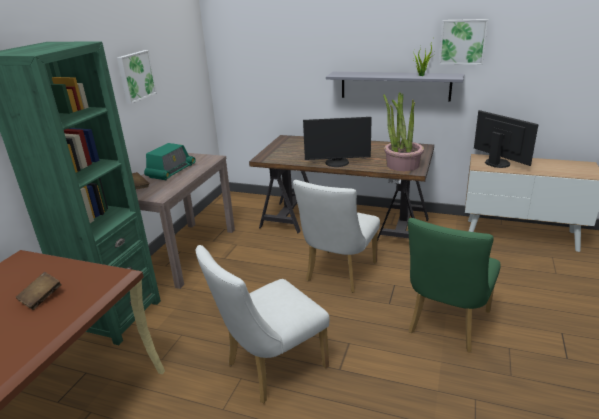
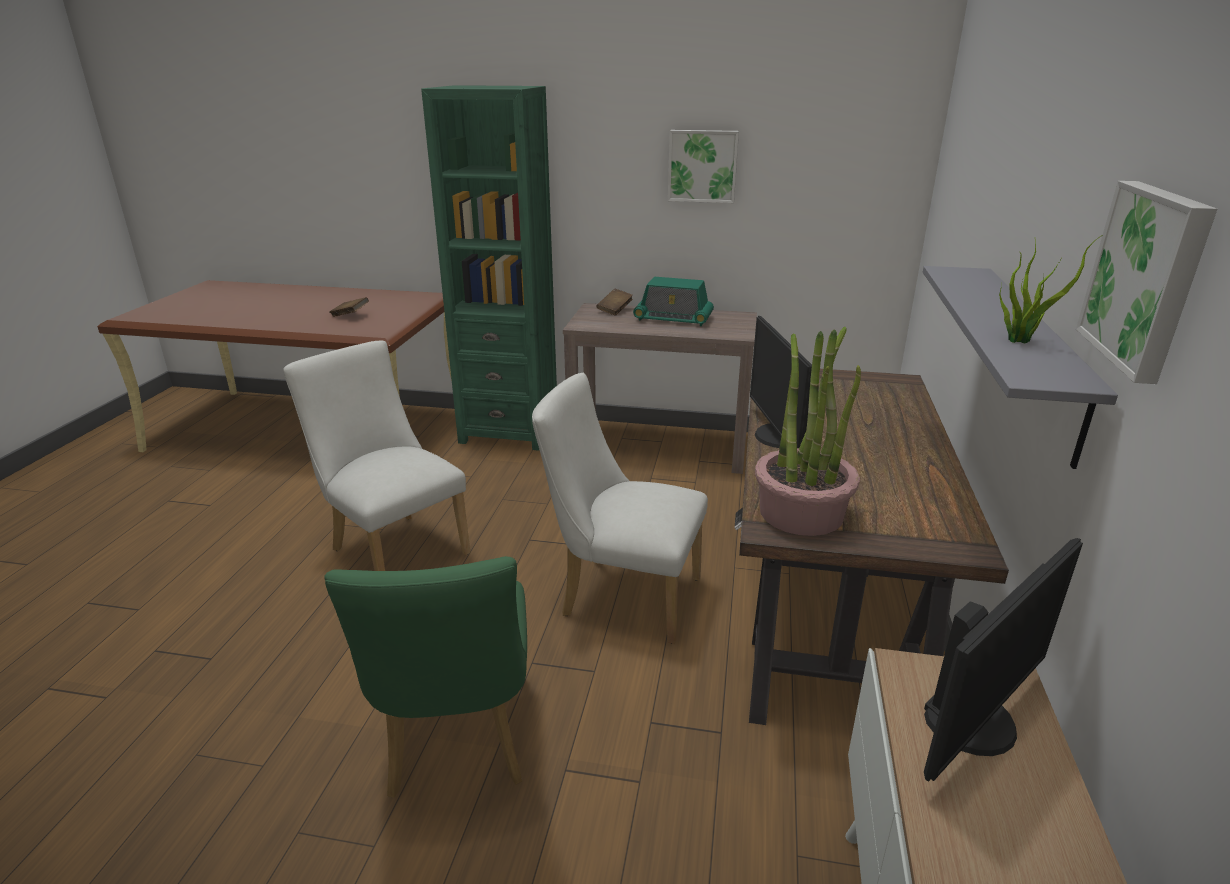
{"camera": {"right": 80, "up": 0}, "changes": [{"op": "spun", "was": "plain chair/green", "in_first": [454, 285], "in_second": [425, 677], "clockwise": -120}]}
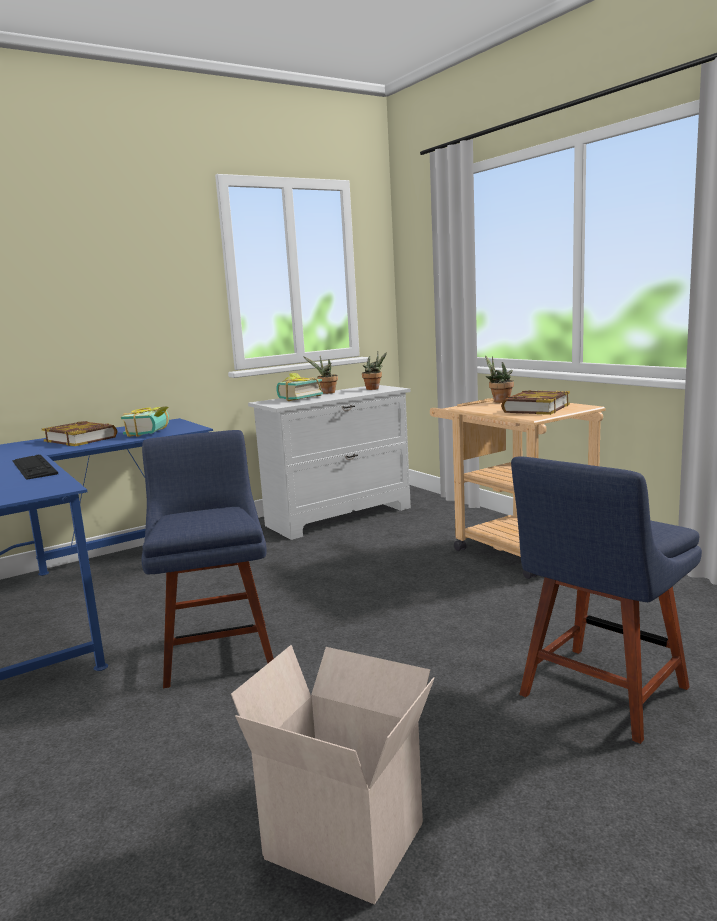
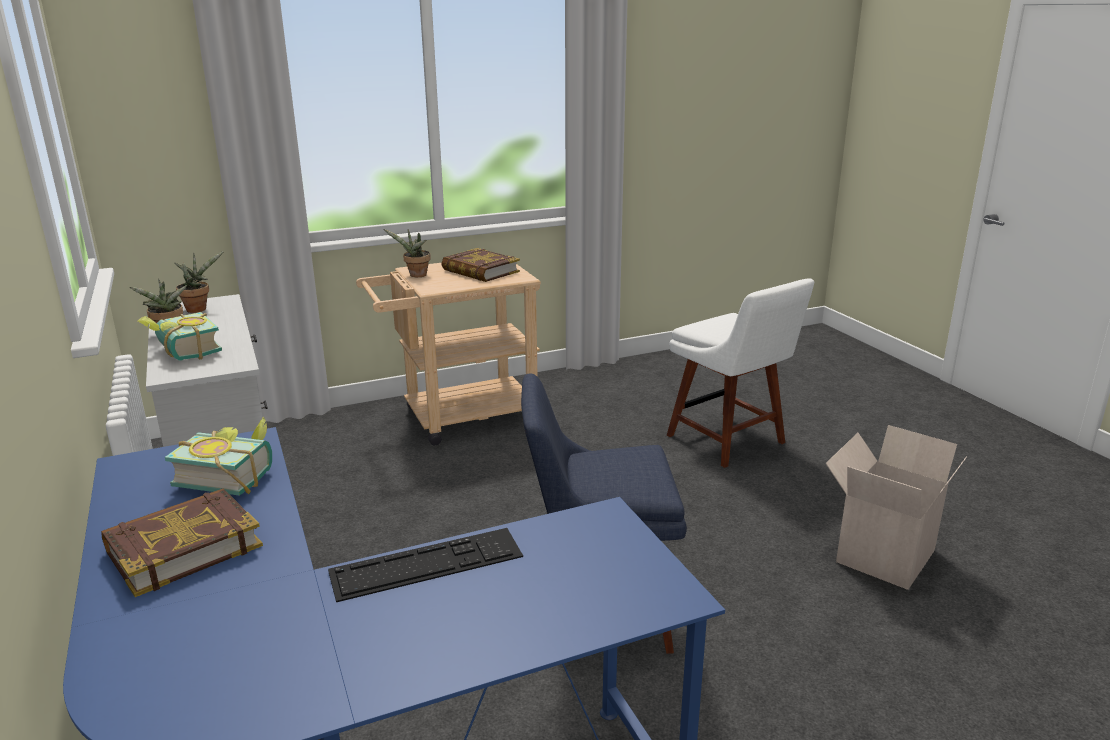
{"camera": {"right": -80, "up": 10}, "changes": [{"op": "colour", "was": "plain chair/blue", "now": "plain chair/white", "in_first": [606, 600], "in_second": [740, 373]}]}
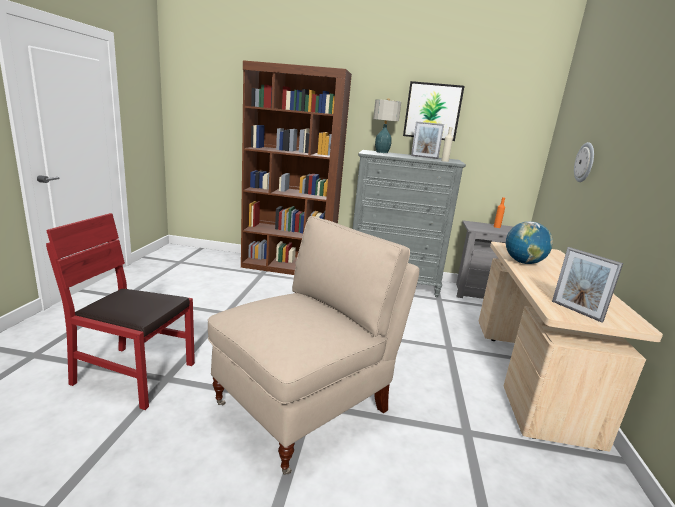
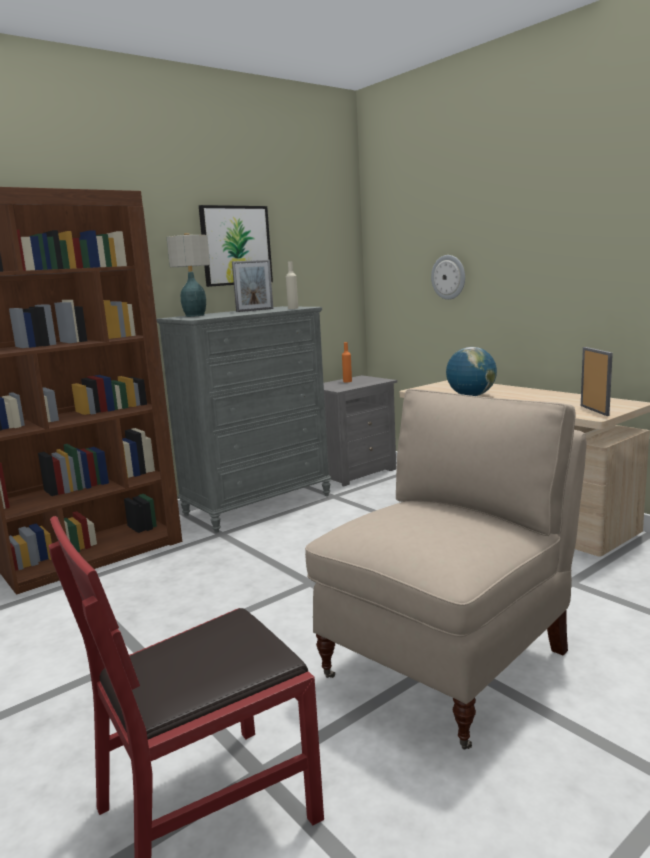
{"camera": {"right": -45, "up": -5}, "changes": [{"op": "spun", "was": "plain chair/sand-coloured", "in_first": [314, 345], "in_second": [446, 569], "clockwise": 45}, {"op": "spun", "was": "photo frame", "in_first": [587, 285], "in_second": [597, 381], "clockwise": -105}]}
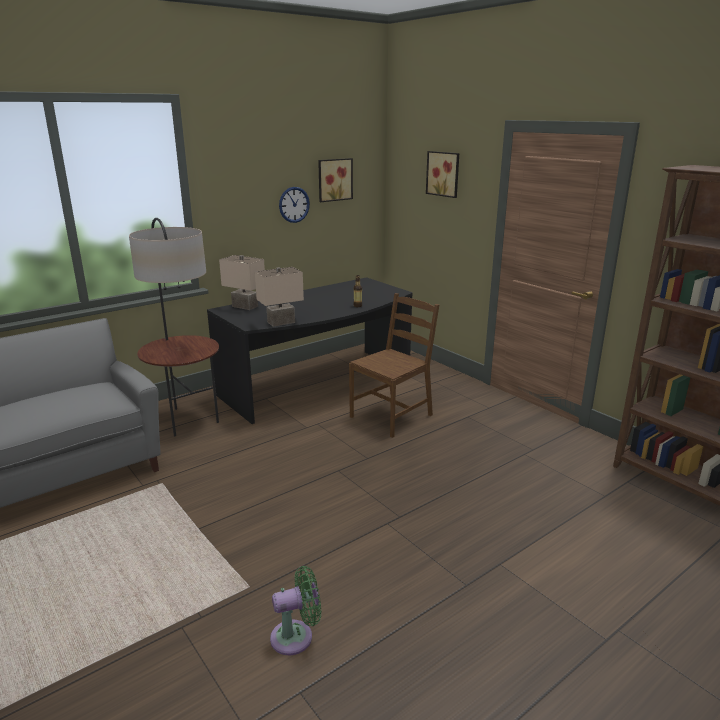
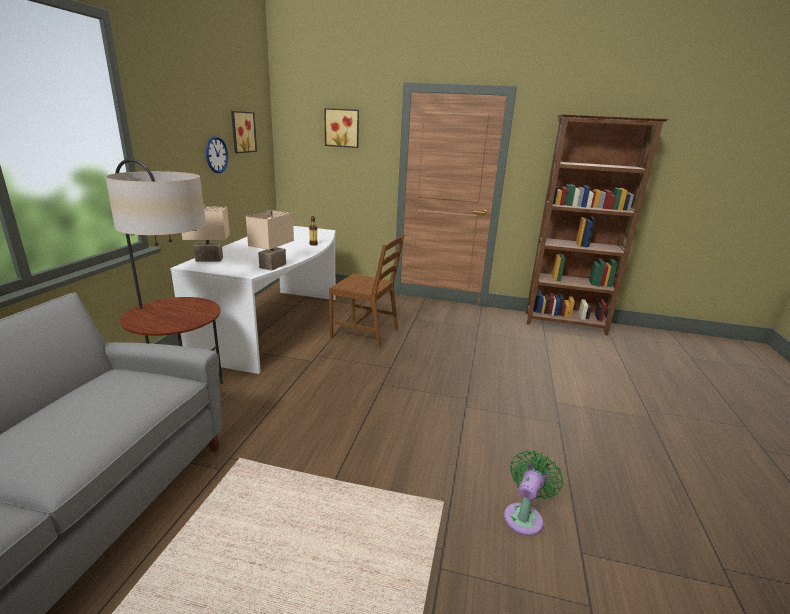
{"camera": {"right": -40, "up": 0}, "changes": [{"op": "colour", "was": "desk/black", "now": "desk/white", "in_first": [310, 350], "in_second": [252, 300]}, {"op": "spun", "was": "plain chair/brown-coloured", "in_first": [394, 365], "in_second": [367, 291], "clockwise": 105}]}
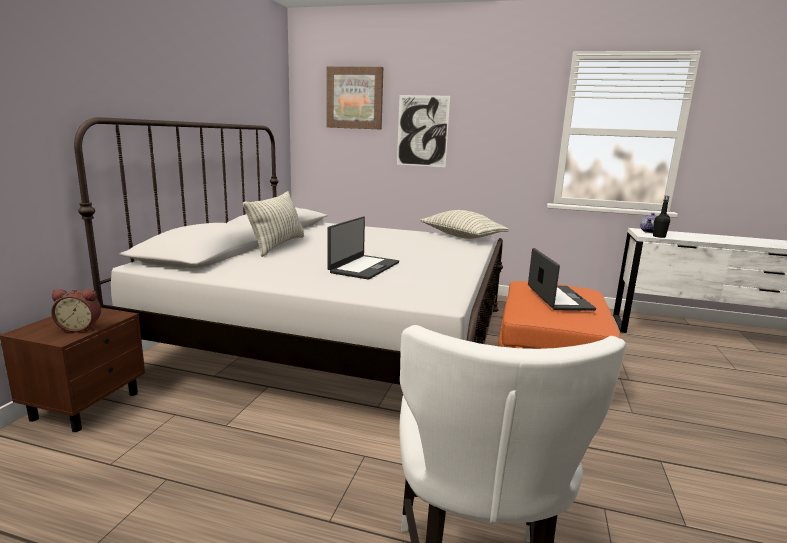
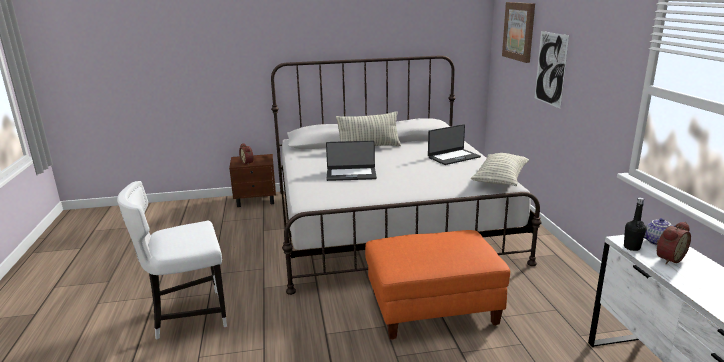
{"camera": {"right": 65, "up": 5}, "changes": [{"op": "appeared", "now": "table clock", "in_second": [674, 243]}, {"op": "relocated", "was": "portable computer", "in_first": [562, 279], "in_second": [454, 144]}]}
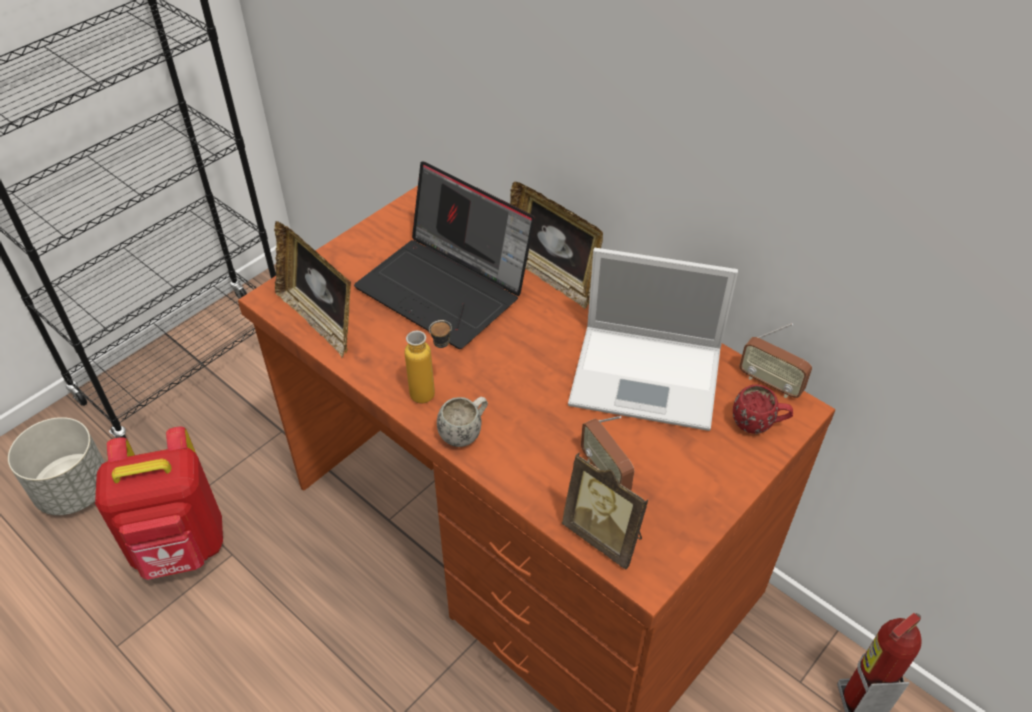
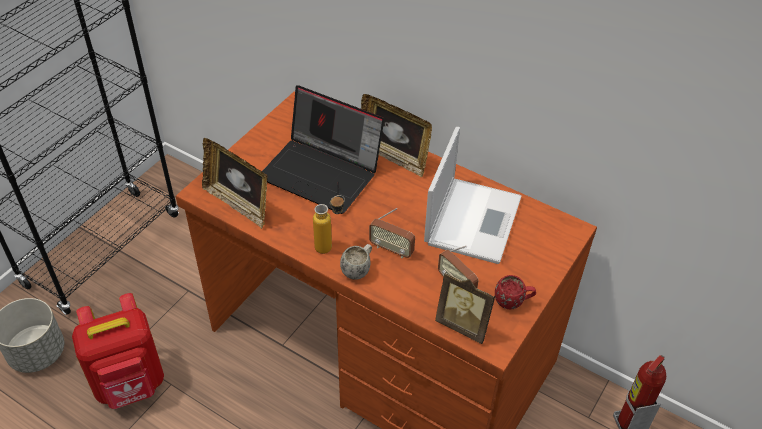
{"camera": {"right": -10, "up": 0}, "changes": [{"op": "relocated", "was": "tea mug/red-coloured", "in_first": [763, 409], "in_second": [515, 292]}, {"op": "relocated", "was": "radio receiver", "in_first": [775, 360], "in_second": [392, 233]}, {"op": "spun", "was": "portable computer", "in_first": [653, 339], "in_second": [473, 195], "clockwise": -75}]}
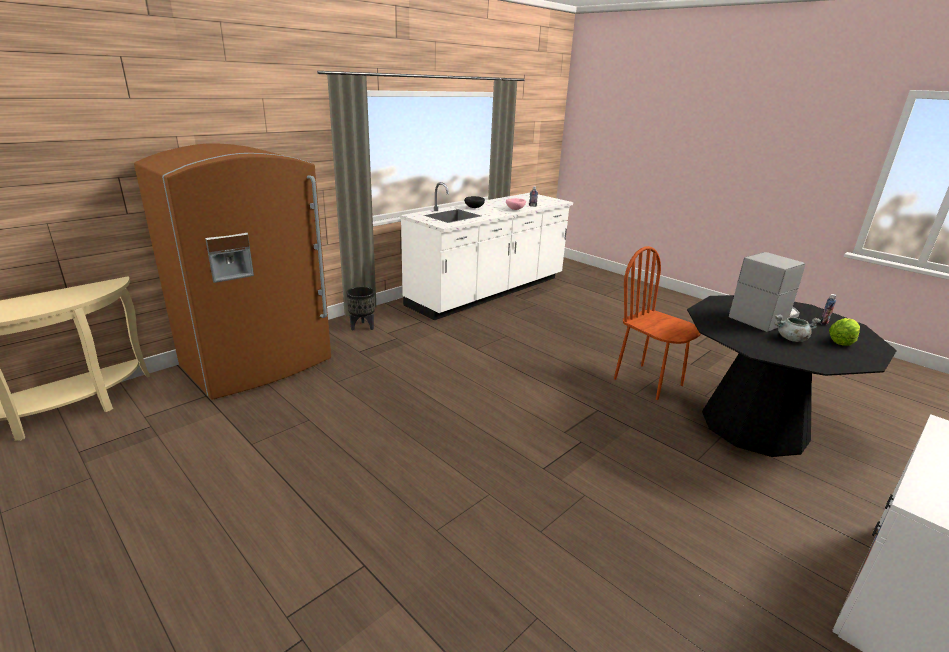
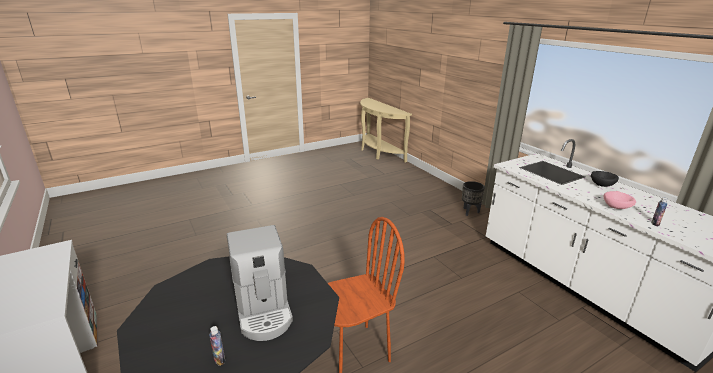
{"camera": {"right": 105, "up": 0}, "changes": [{"op": "missing", "was": "fridge/brown-coloured", "in_first": [232, 271]}, {"op": "missing", "was": "cooking pot/grey", "in_first": [797, 328]}, {"op": "missing", "was": "head of lettuce", "in_first": [844, 332]}]}
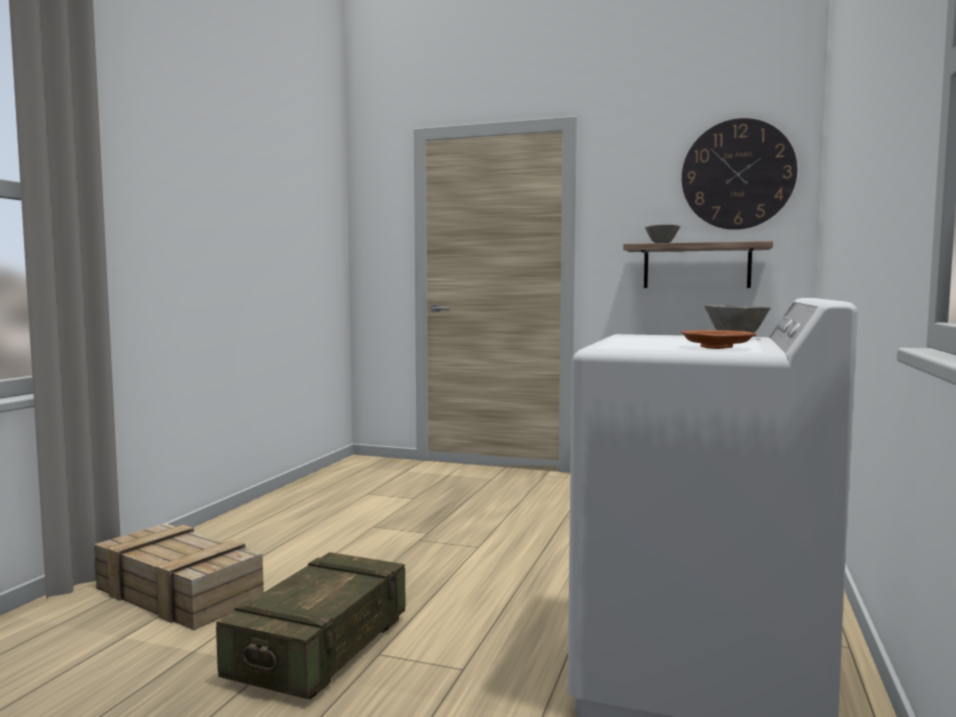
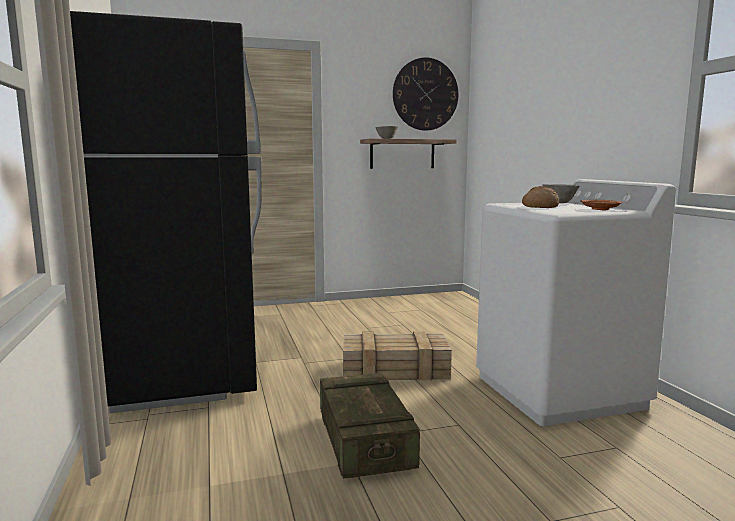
{"camera": {"right": -35, "up": 5}, "changes": [{"op": "appeared", "now": "fridge/black", "in_second": [166, 212]}, {"op": "appeared", "now": "baked bread", "in_second": [540, 197]}, {"op": "relocated", "was": "shipping crate", "in_first": [179, 576], "in_second": [397, 355]}]}
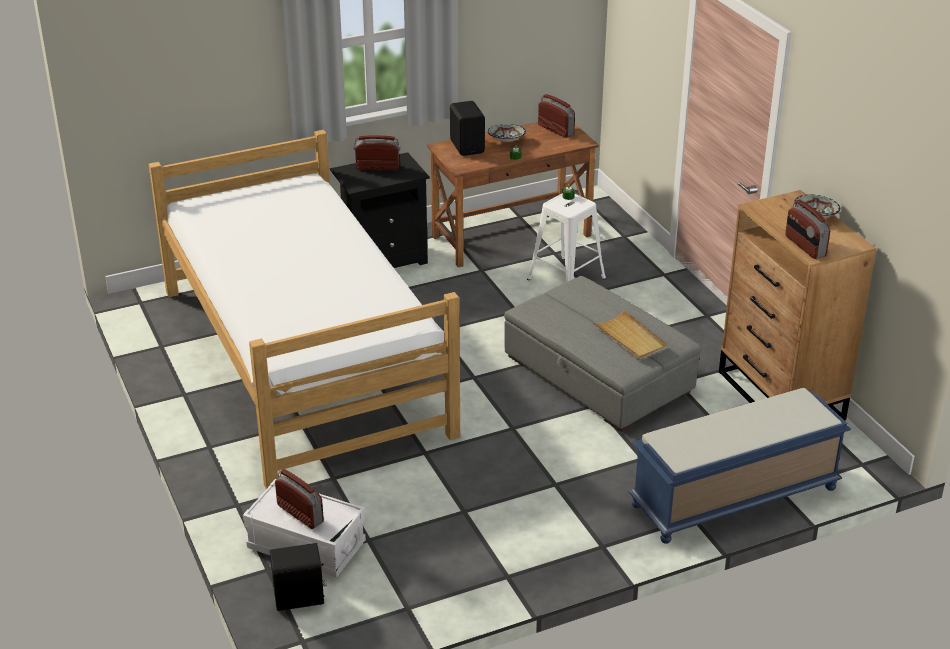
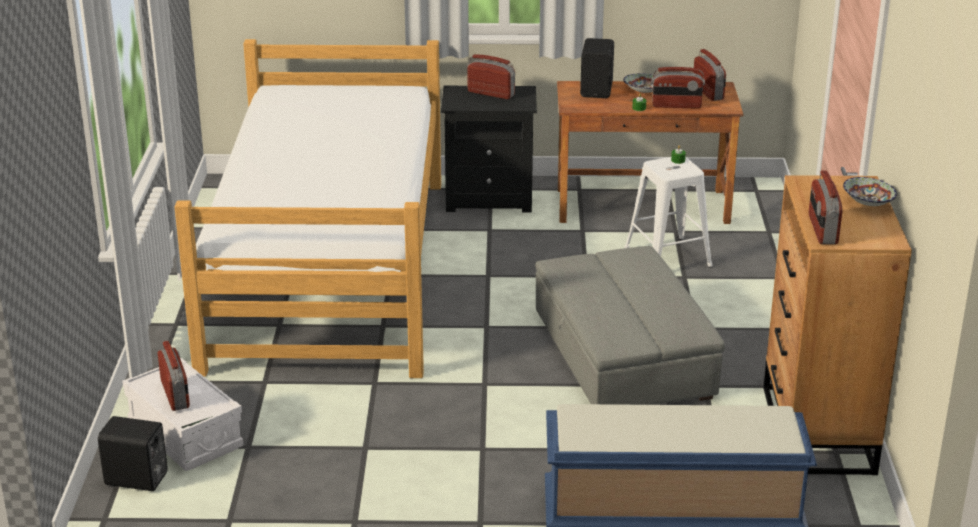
{"camera": {"right": 25, "up": -5}, "changes": [{"op": "missing", "was": "serving tray/sand-coloured", "in_first": [629, 335]}, {"op": "appeared", "now": "radio receiver", "in_second": [678, 88]}]}
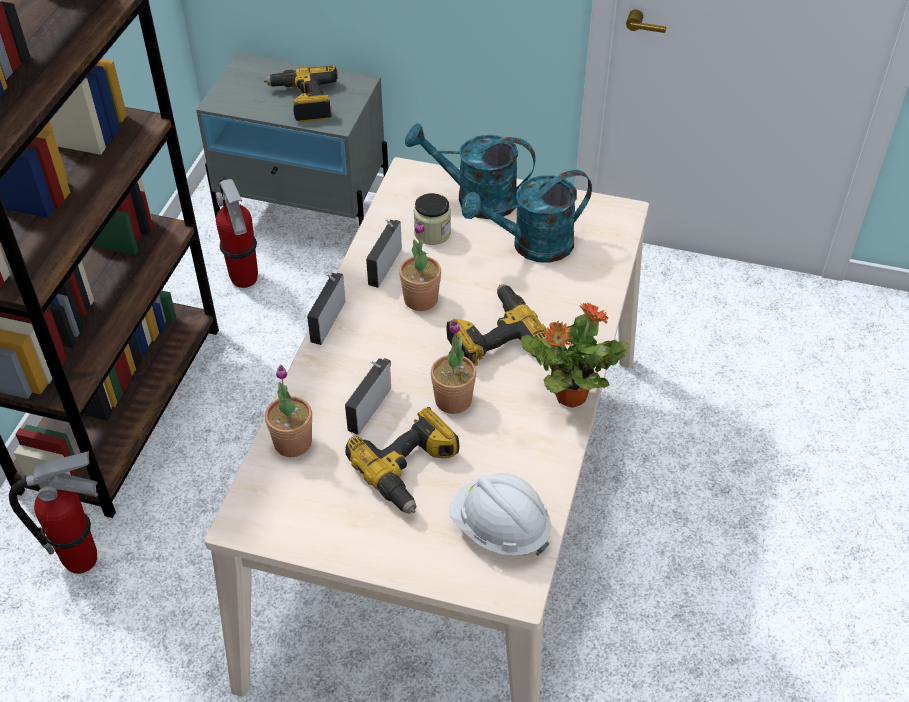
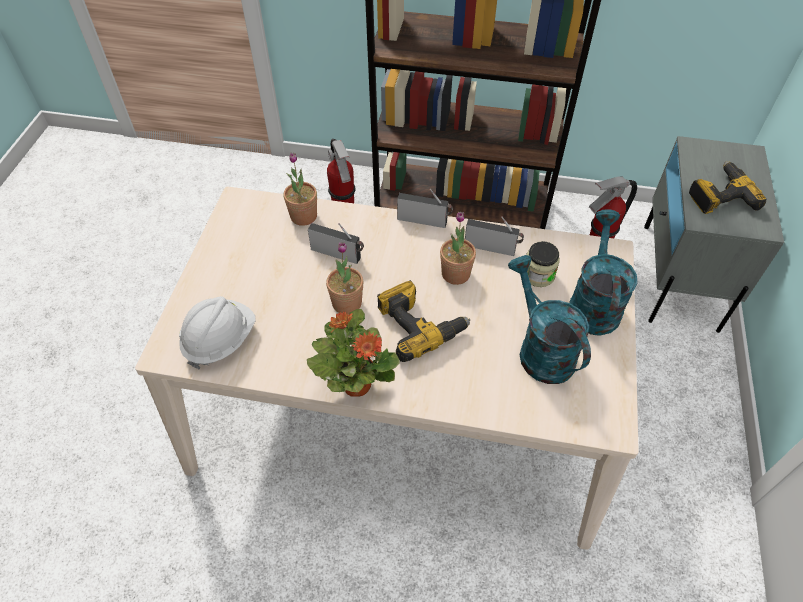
{"camera": {"right": 85, "up": 5}, "changes": [{"op": "missing", "was": "power drill", "in_first": [402, 460]}]}
